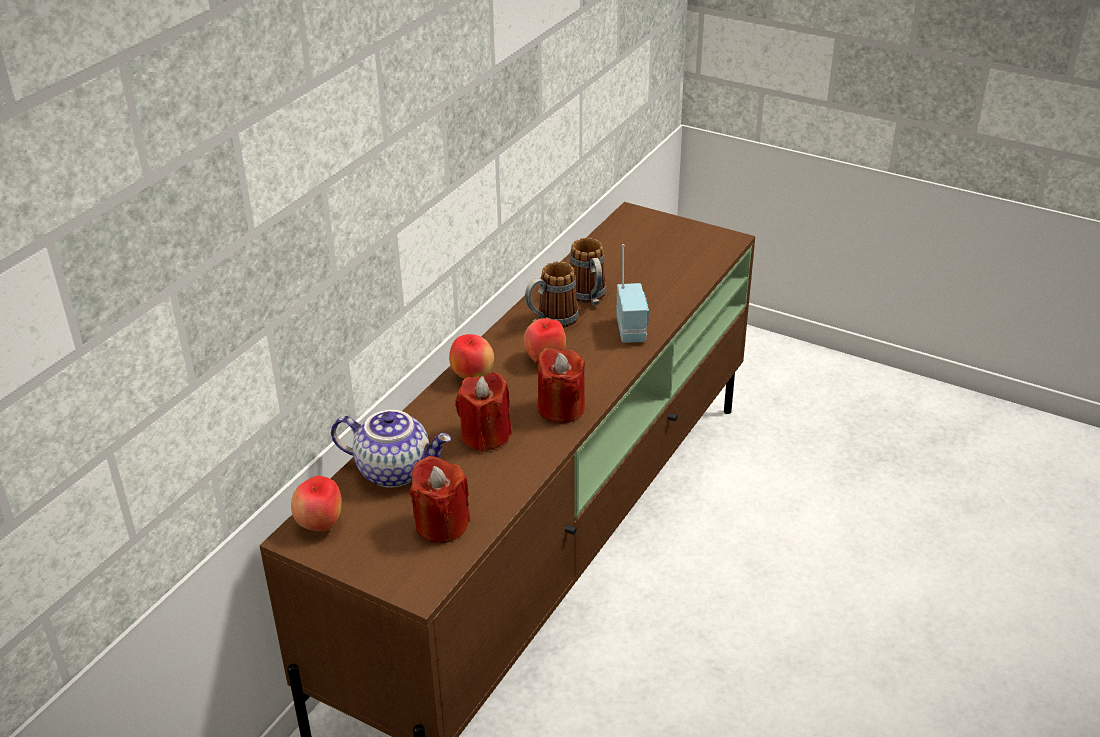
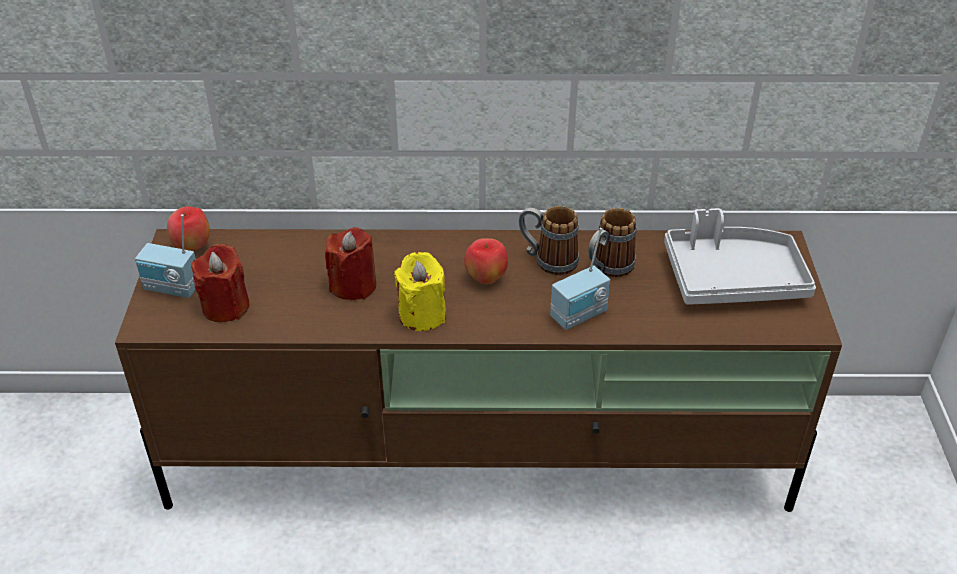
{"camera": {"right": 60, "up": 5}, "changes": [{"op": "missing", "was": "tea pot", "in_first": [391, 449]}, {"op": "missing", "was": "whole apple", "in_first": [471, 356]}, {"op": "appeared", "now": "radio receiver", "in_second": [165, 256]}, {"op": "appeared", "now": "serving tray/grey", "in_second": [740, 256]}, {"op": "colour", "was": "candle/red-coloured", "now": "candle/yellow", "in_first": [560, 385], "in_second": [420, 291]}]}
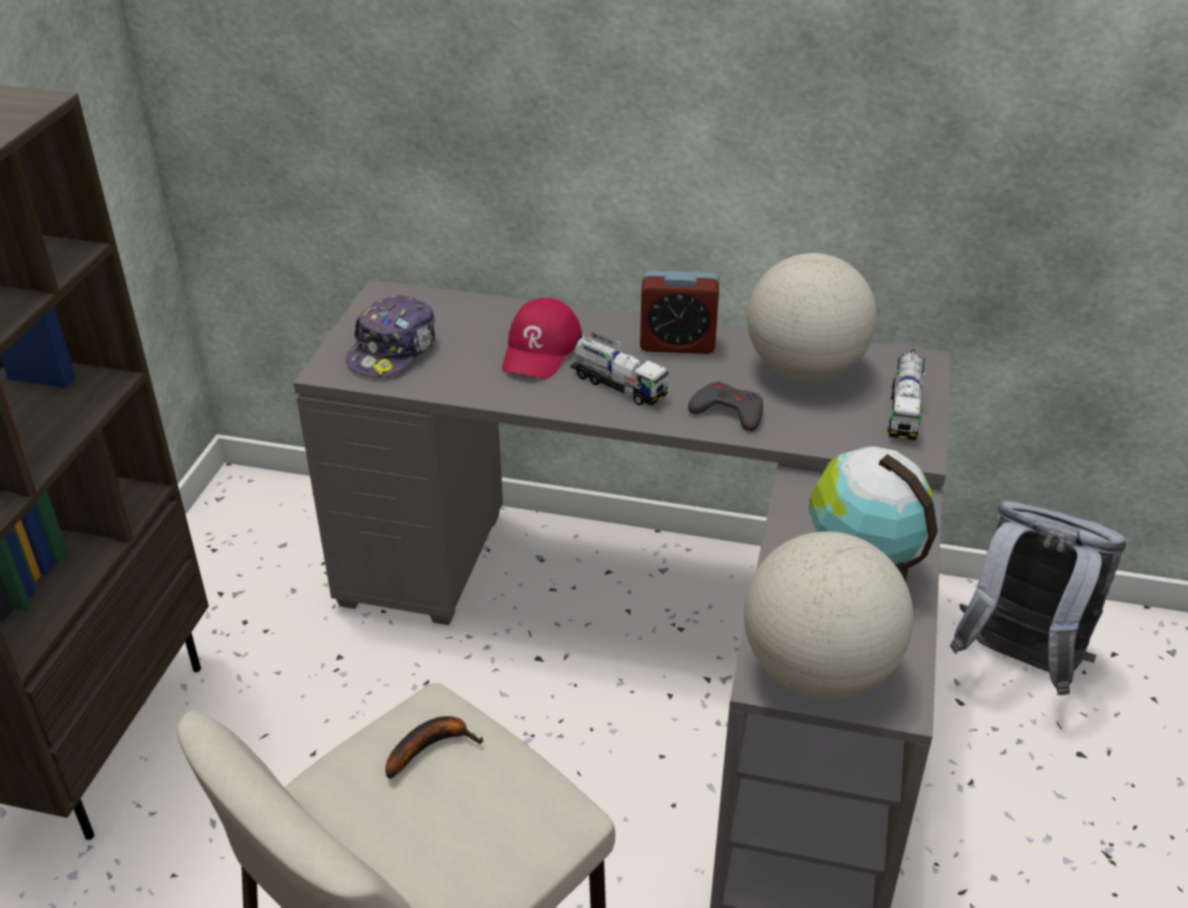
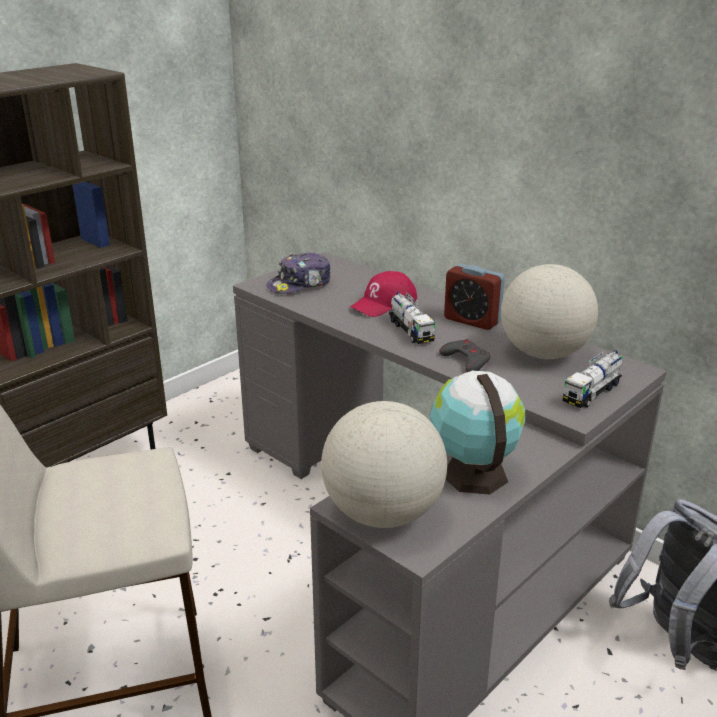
{"camera": {"right": 30, "up": -10}, "changes": [{"op": "missing", "was": "whole banana", "in_first": [434, 747]}]}
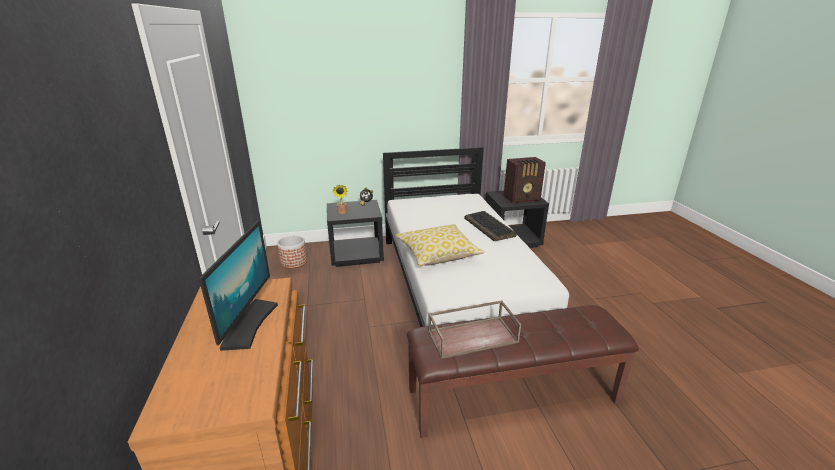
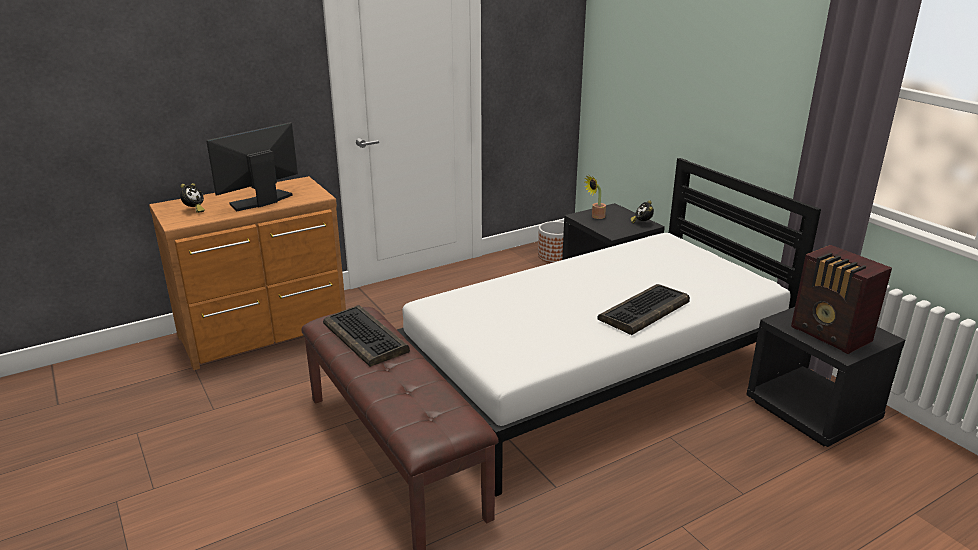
{"camera": {"right": 70, "up": 0}, "changes": [{"op": "missing", "was": "pillow", "in_first": [440, 245]}, {"op": "appeared", "now": "table clock", "in_second": [192, 198]}, {"op": "exchanged", "was": "serving tray/brown-coloured", "now": "PC keyboard", "in_first": [474, 329], "in_second": [366, 336]}, {"op": "spun", "was": "computer screen", "in_first": [238, 285], "in_second": [252, 166], "clockwise": 150}]}
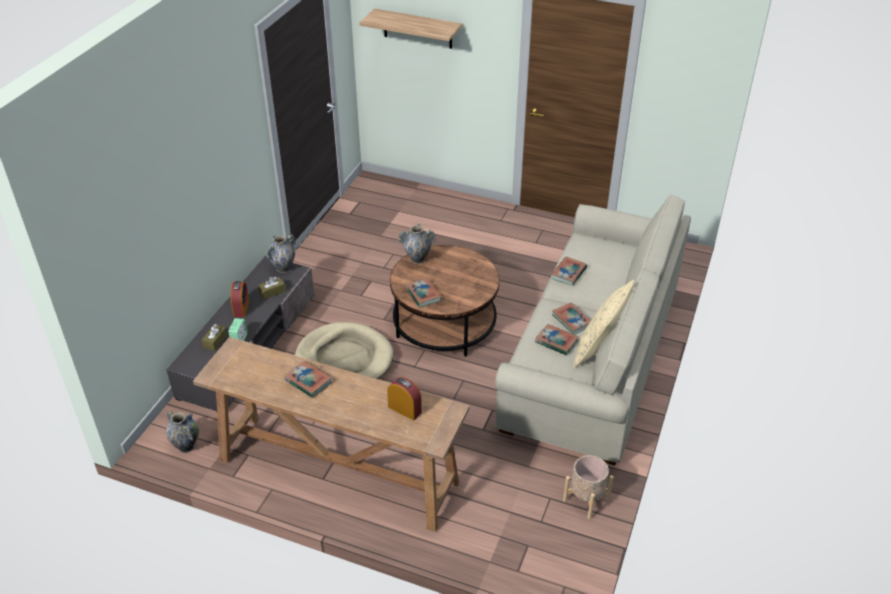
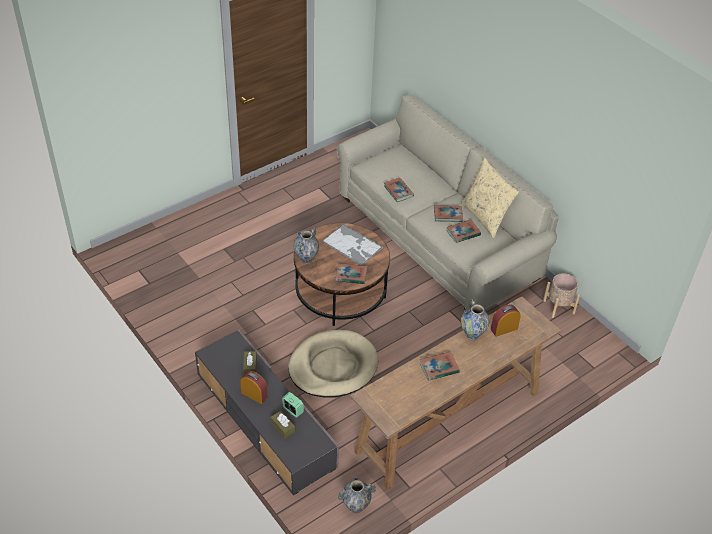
{"camera": {"right": -60, "up": 5}, "changes": [{"op": "missing", "was": "shelf", "in_first": [410, 29]}, {"op": "appeared", "now": "serving tray", "in_second": [352, 244]}, {"op": "relocated", "was": "vase", "in_first": [281, 253], "in_second": [474, 320]}]}
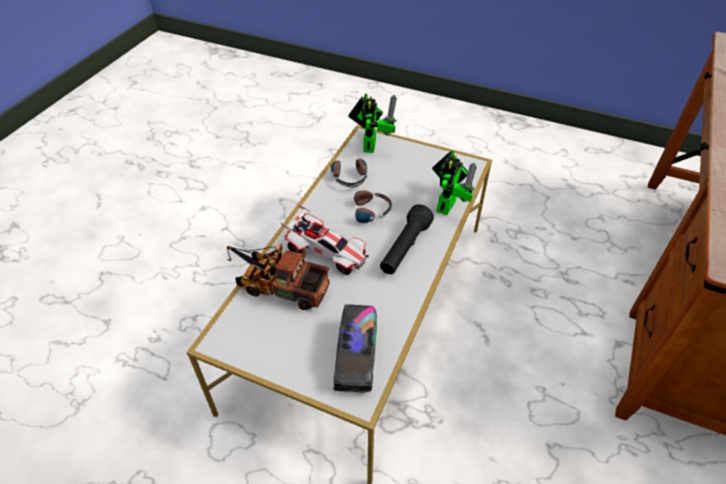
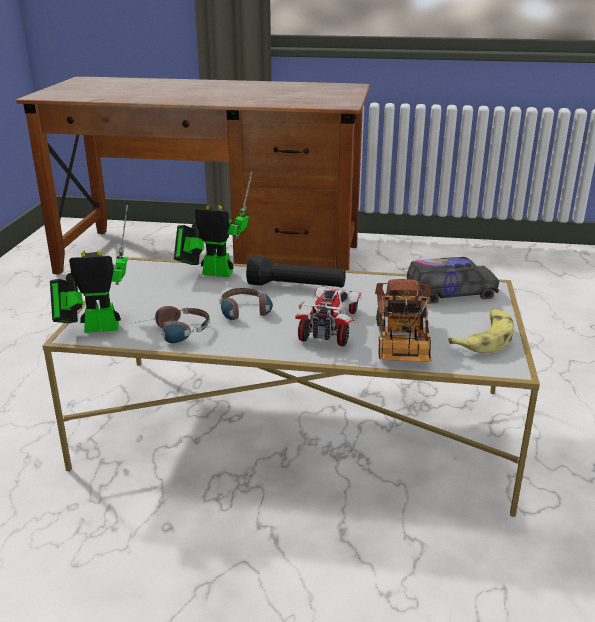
{"camera": {"right": -105, "up": -20}, "changes": [{"op": "appeared", "now": "whole banana", "in_second": [481, 331]}]}
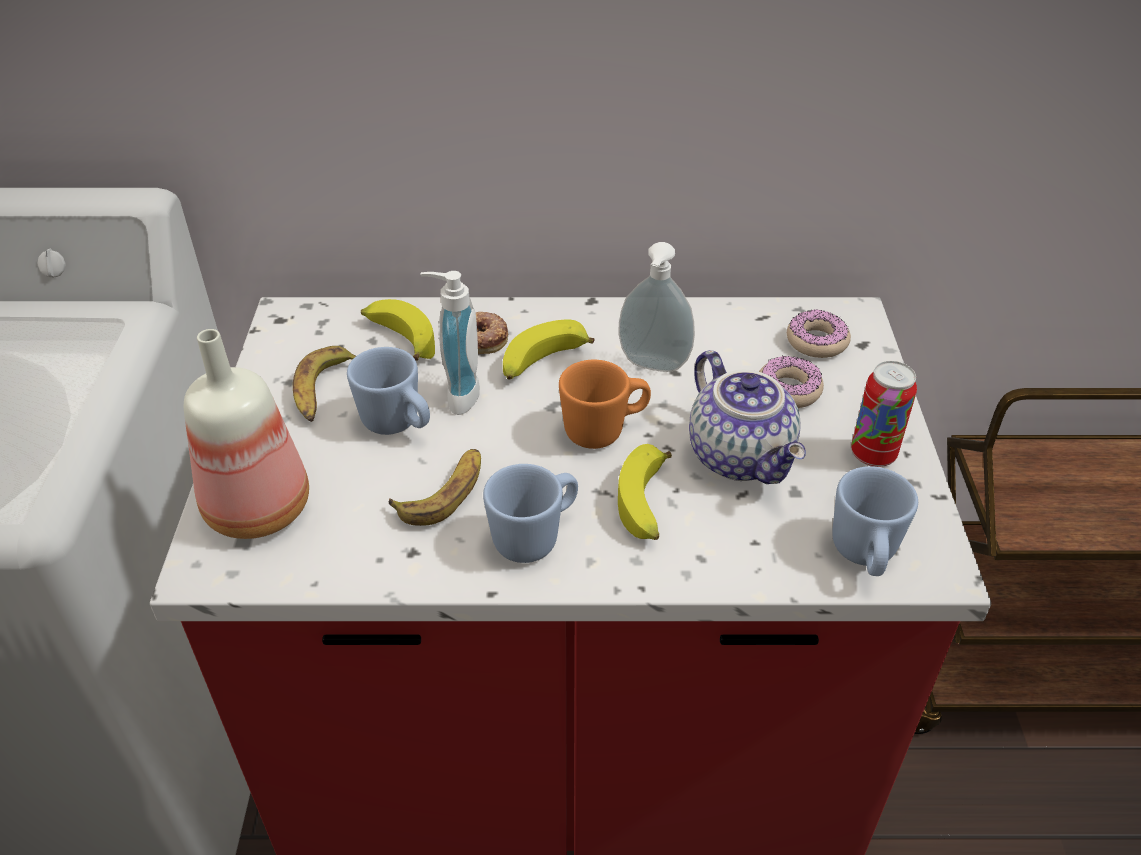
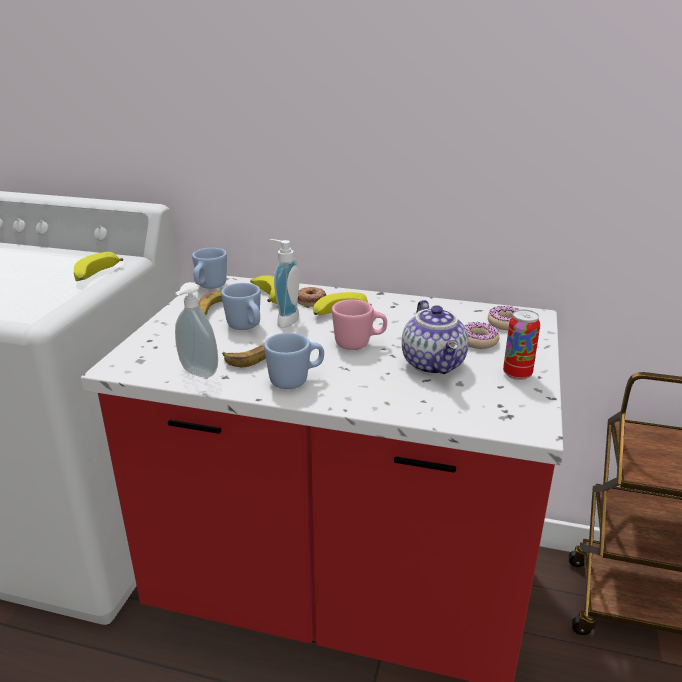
{"camera": {"right": 15, "up": -15}, "changes": [{"op": "missing", "was": "drink bottle", "in_first": [246, 434]}, {"op": "relocated", "was": "whole banana", "in_first": [645, 492], "in_second": [98, 266]}, {"op": "relocated", "was": "liquid soap bottle", "in_first": [657, 307], "in_second": [196, 330]}, {"op": "relocated", "was": "tea mug/blue", "in_first": [875, 521], "in_second": [209, 268]}, {"op": "colour", "was": "tea mug/orangey", "now": "tea mug/pink-coloured", "in_first": [605, 404], "in_second": [359, 324]}]}
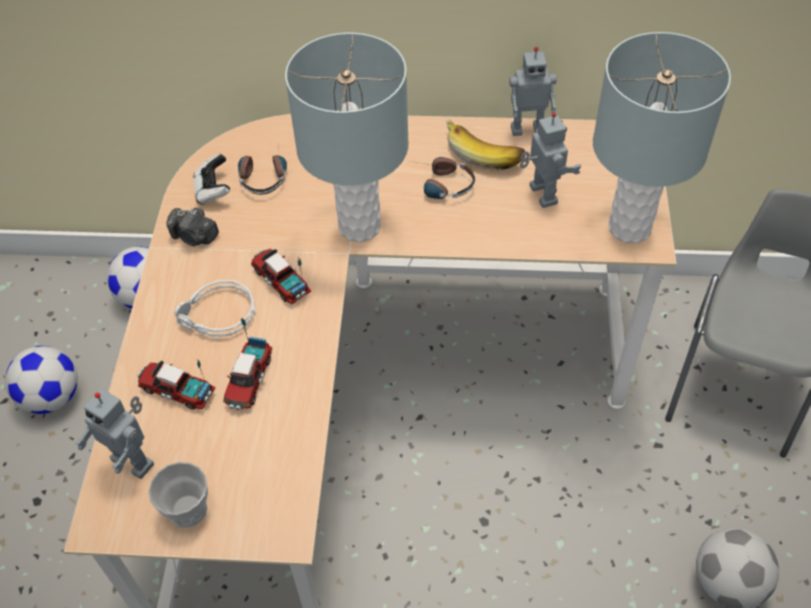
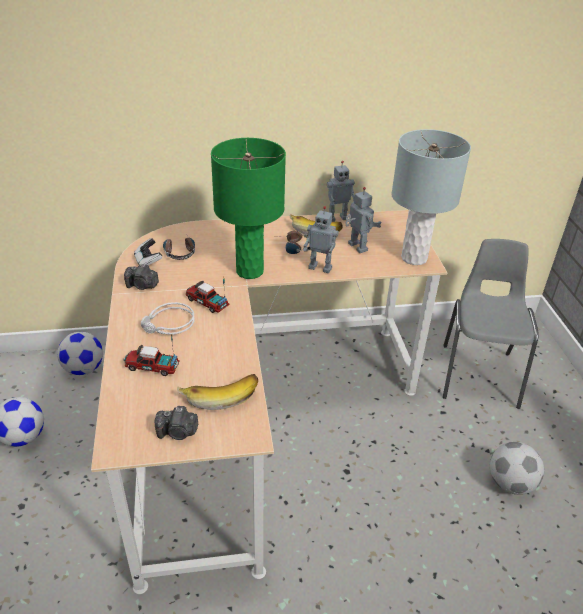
{"camera": {"right": -15, "up": -15}, "changes": [{"op": "missing", "was": "toy truck", "in_first": [247, 364]}, {"op": "appeared", "now": "whole banana", "in_second": [217, 392]}, {"op": "relocated", "was": "model robot", "in_first": [114, 434], "in_second": [321, 239]}, {"op": "exchanged", "was": "drinking cup", "now": "still camera", "in_first": [178, 495], "in_second": [176, 423]}, {"op": "colour", "was": "lamp for a table/grey", "now": "lamp for a table/green", "in_first": [347, 137], "in_second": [248, 208]}]}
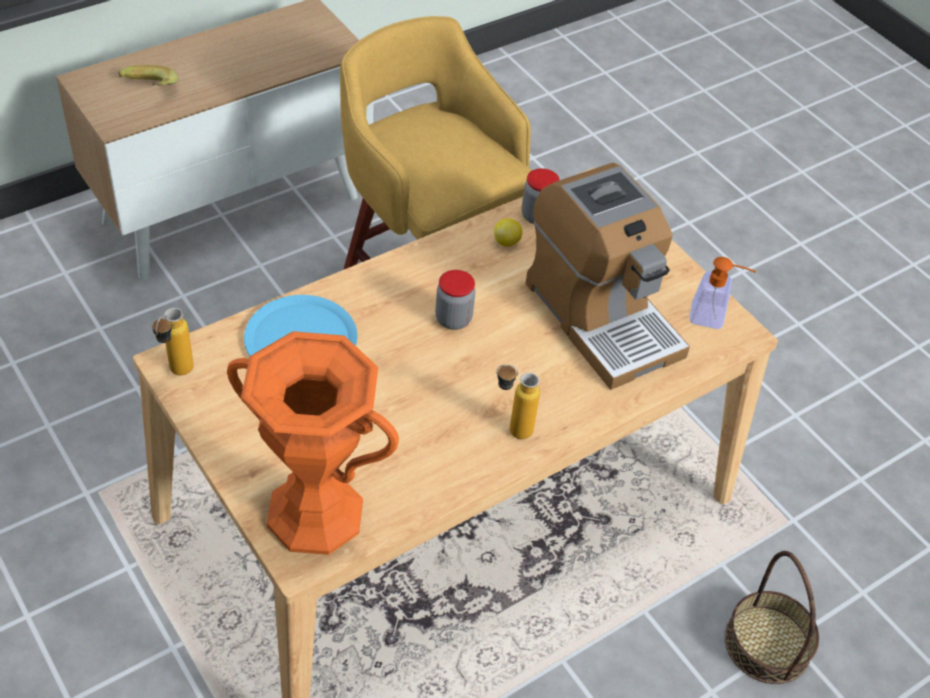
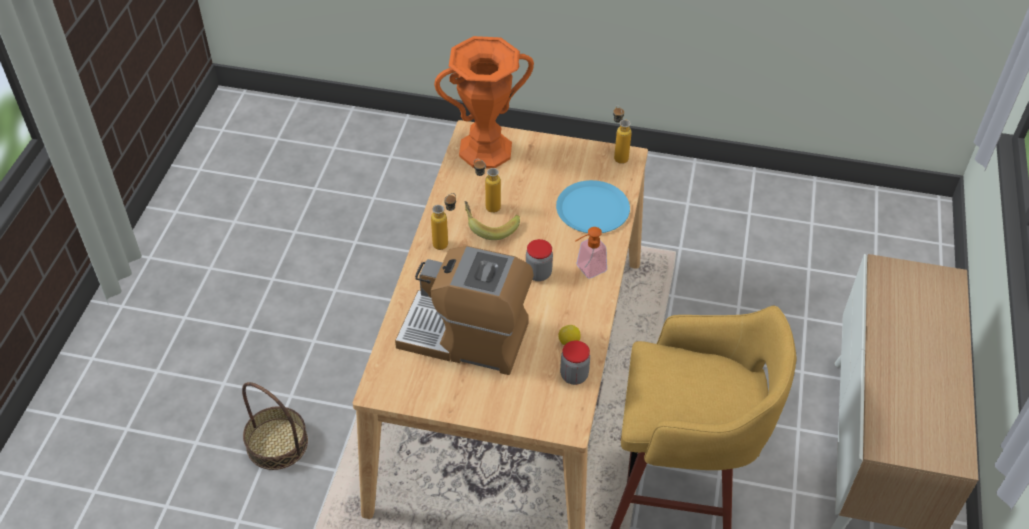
{"camera": {"right": 140, "up": 0}, "changes": [{"op": "appeared", "now": "drink bottle", "in_second": [487, 186]}, {"op": "relocated", "was": "whole banana", "in_first": [148, 75], "in_second": [492, 220]}, {"op": "relocated", "was": "liquid soap bottle", "in_first": [722, 293], "in_second": [591, 253]}]}
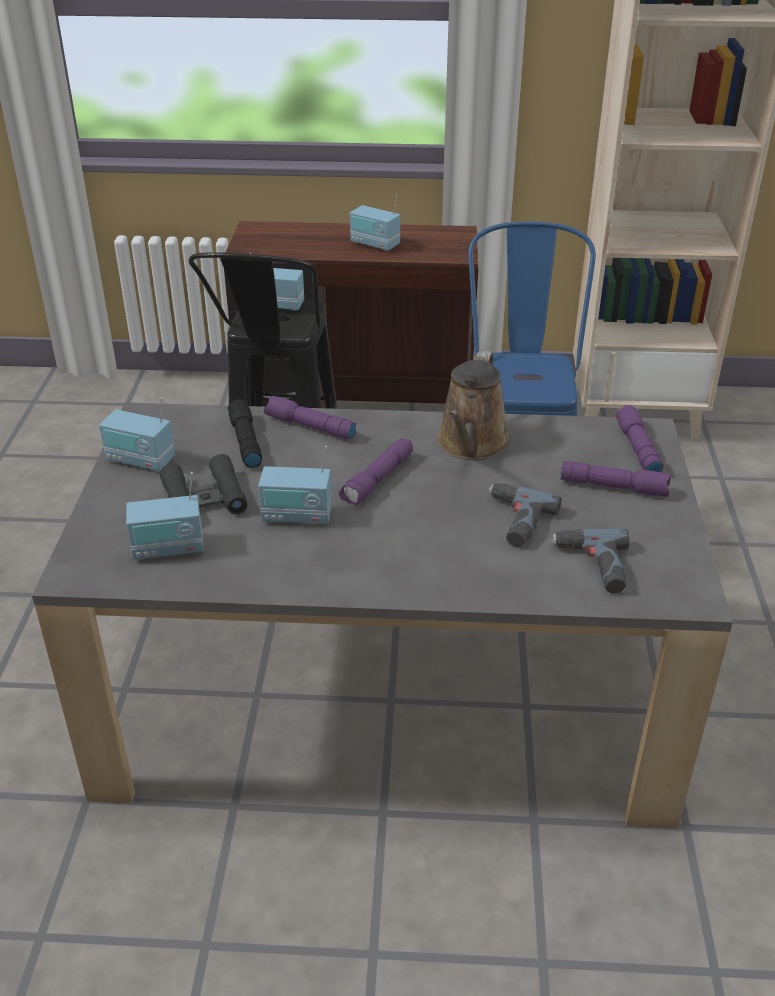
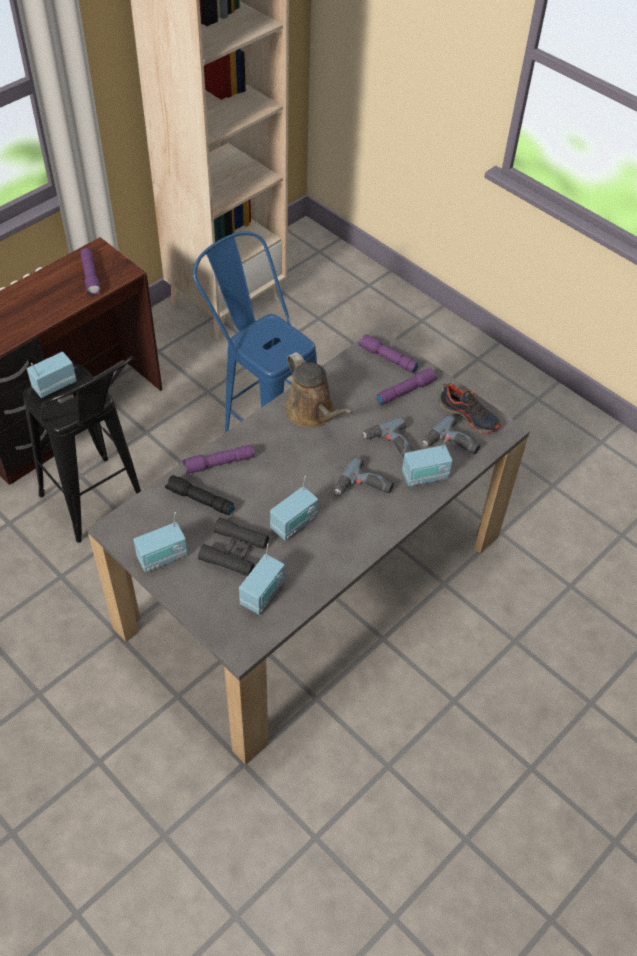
{"camera": {"right": -50, "up": 15}, "changes": [{"op": "appeared", "now": "power drill", "in_second": [364, 475]}, {"op": "appeared", "now": "low shoe", "in_second": [469, 408]}, {"op": "relocated", "was": "torch/purple", "in_first": [376, 471], "in_second": [90, 271]}, {"op": "relocated", "was": "radio receiver", "in_first": [375, 222], "in_second": [427, 460]}]}
